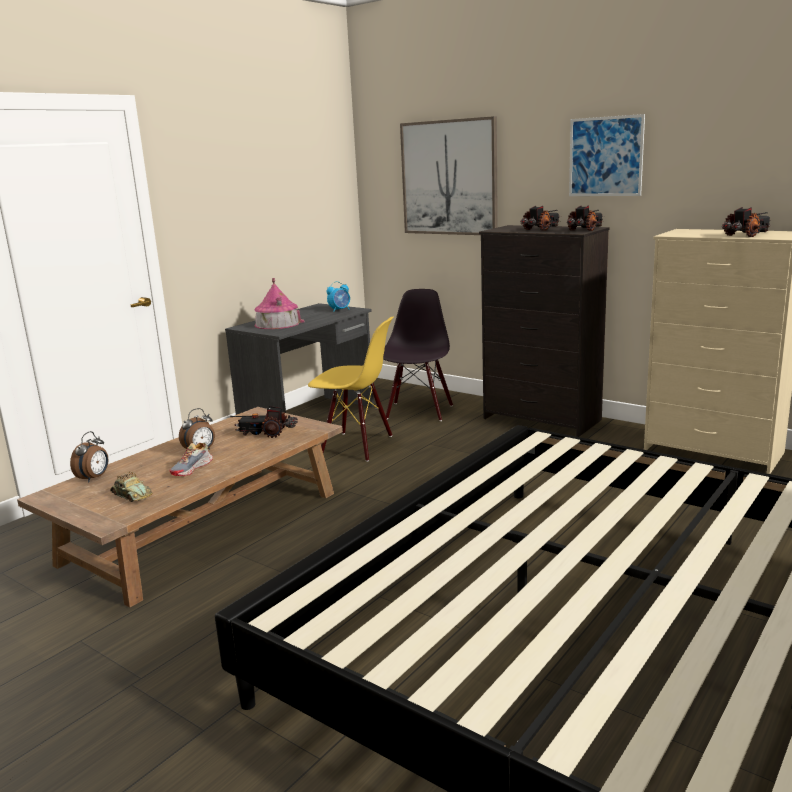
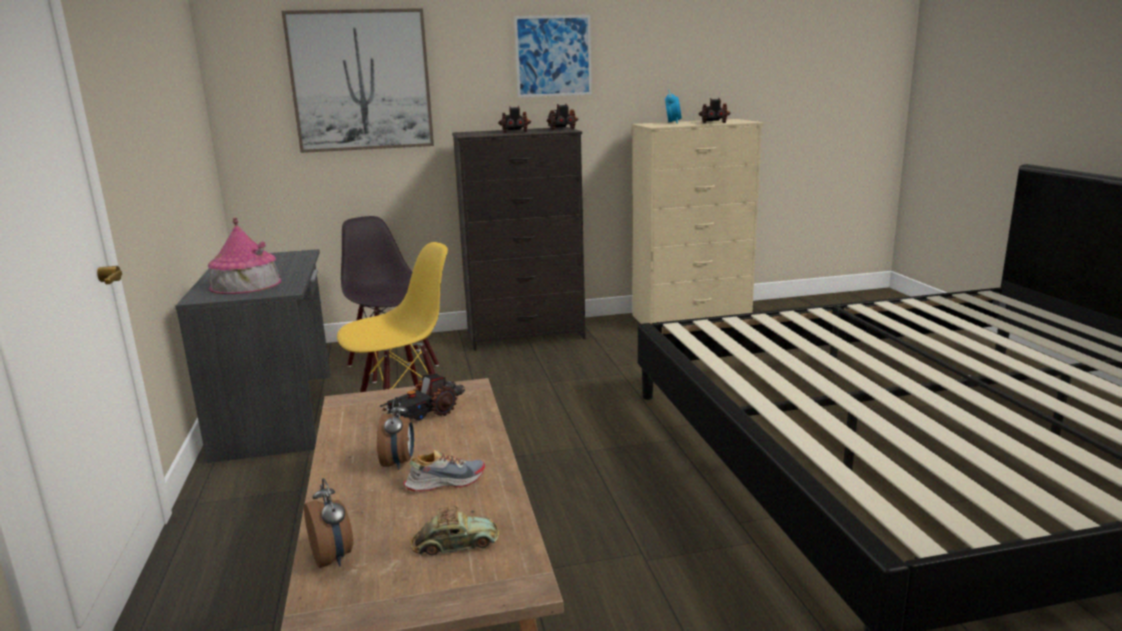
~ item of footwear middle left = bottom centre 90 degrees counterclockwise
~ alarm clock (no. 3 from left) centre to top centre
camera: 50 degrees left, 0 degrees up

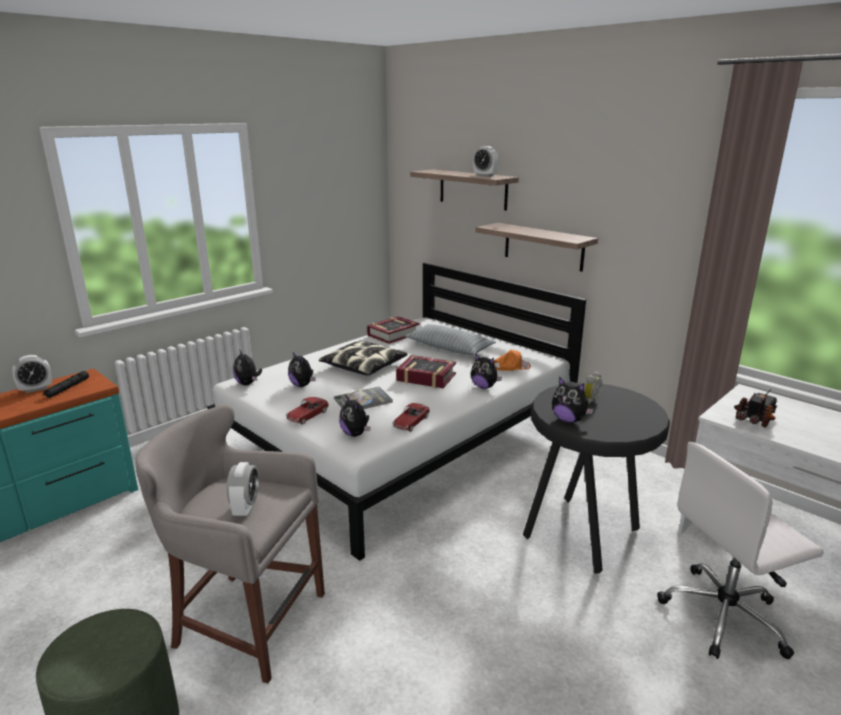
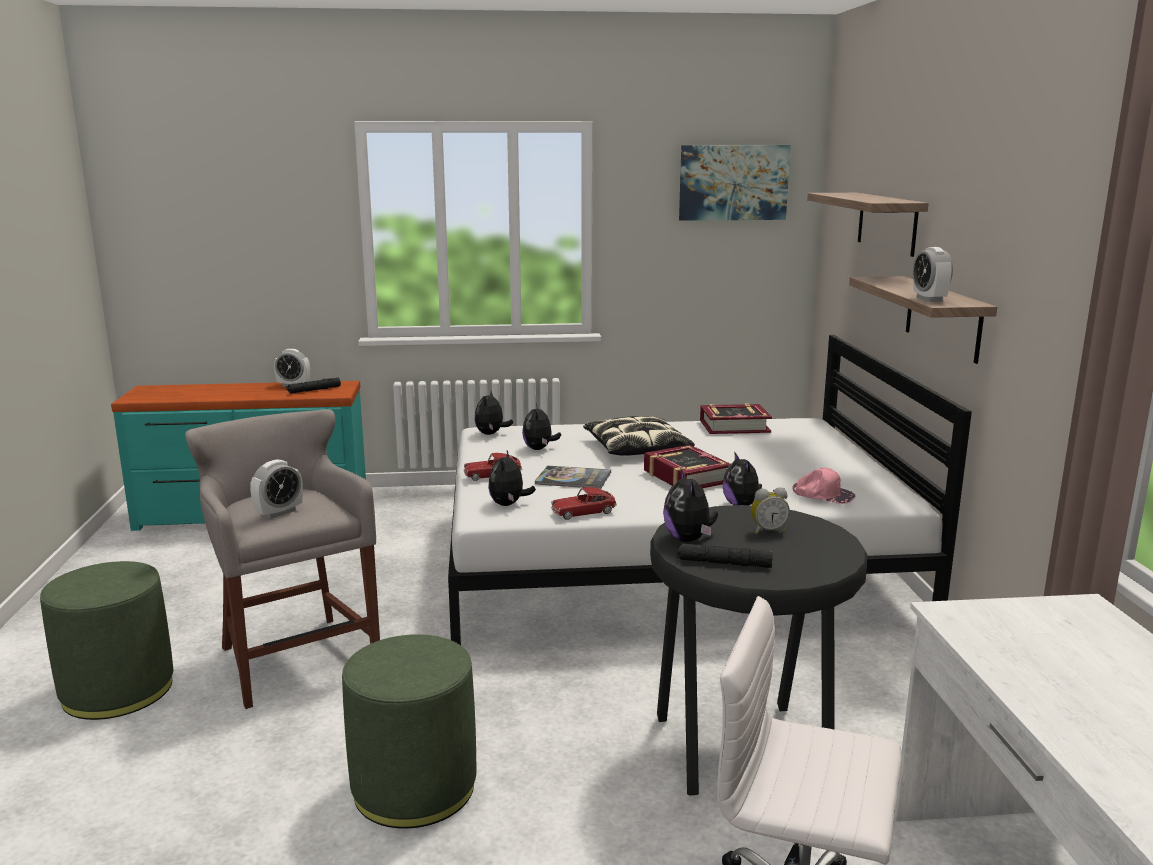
- pillow (no. 2 from left) centre
~ alarm clock (no. 3 from left in the first image) top centre to alarm clock (no. 4 from left) top right
~ orangey peaked cap centre to pinkish peaked cap middle right
- toy lorry middle right
+ green-coloured ottoman (no. 2 from left) bottom centre
+ blackish torch (no. 2 from left) centre
+ picture top centre
camera: 40 degrees right, 5 degrees down

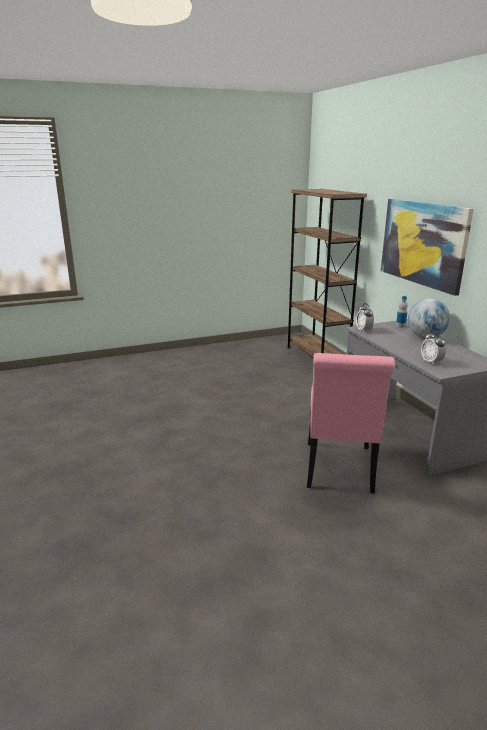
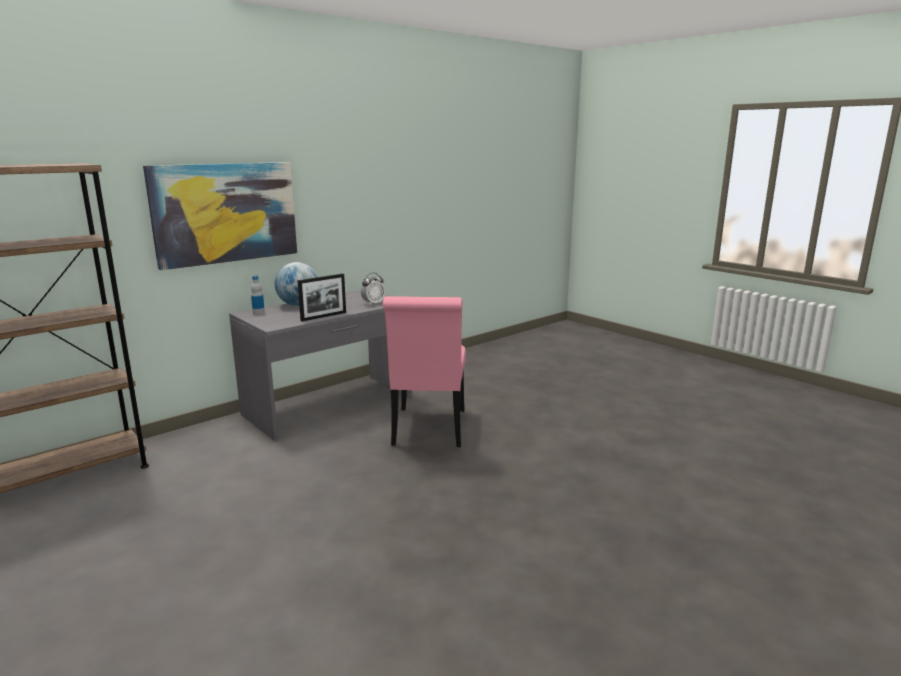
~ pinkish plain chair middle right = centre 105 degrees clockwise
- alarm clock (no. 1 from left) middle right
+ photo frame centre
camera: 110 degrees left, 5 degrees down

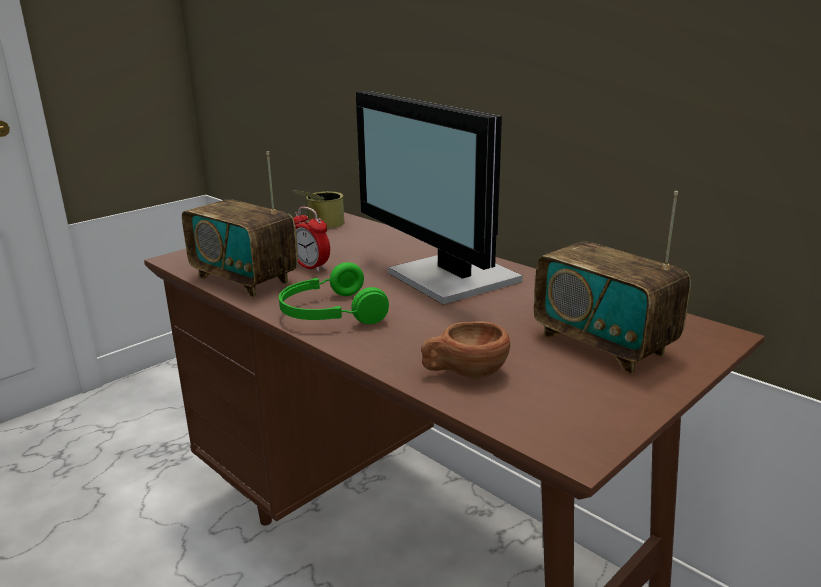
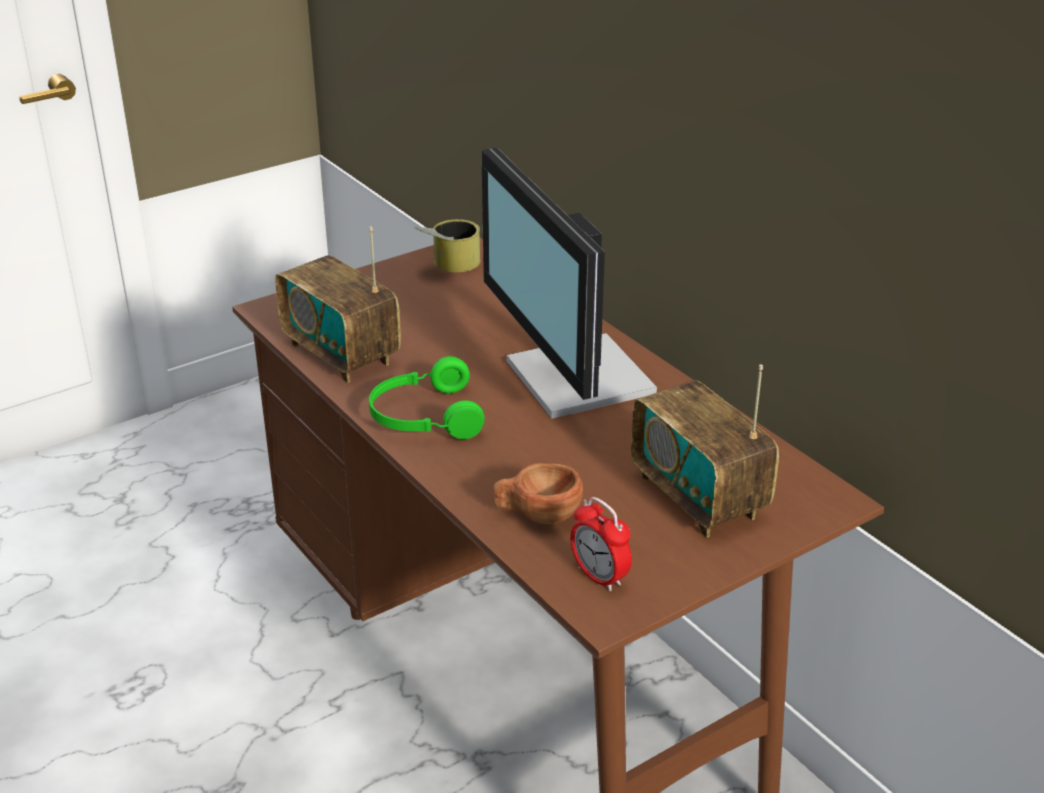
~ alarm clock centre to bottom centre
camera: 10 degrees right, 10 degrees up

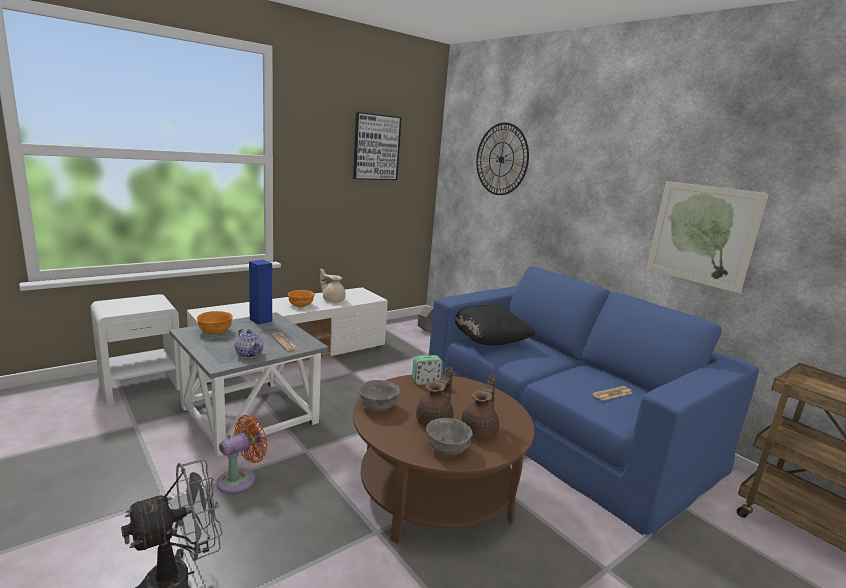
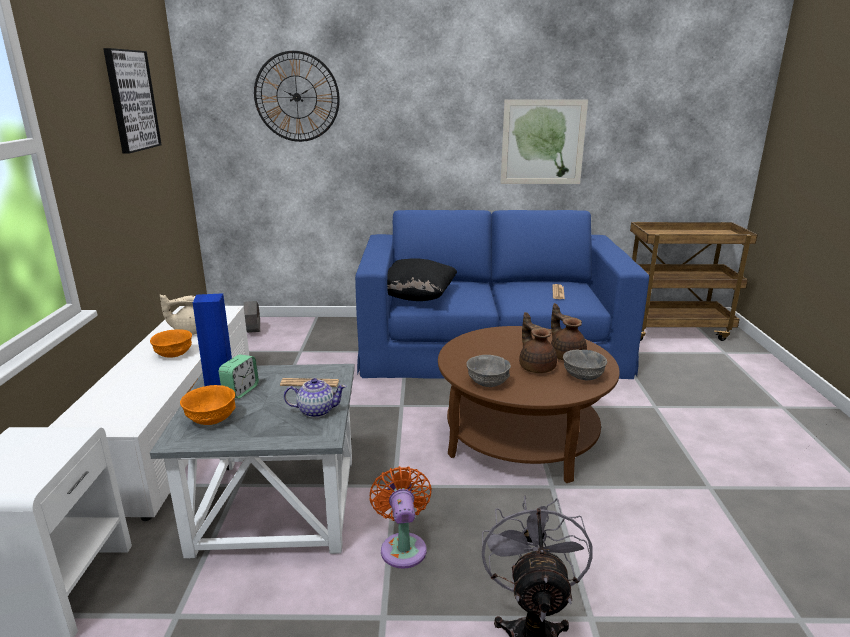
~ alarm clock centre to middle left
camera: 50 degrees left, 5 degrees up

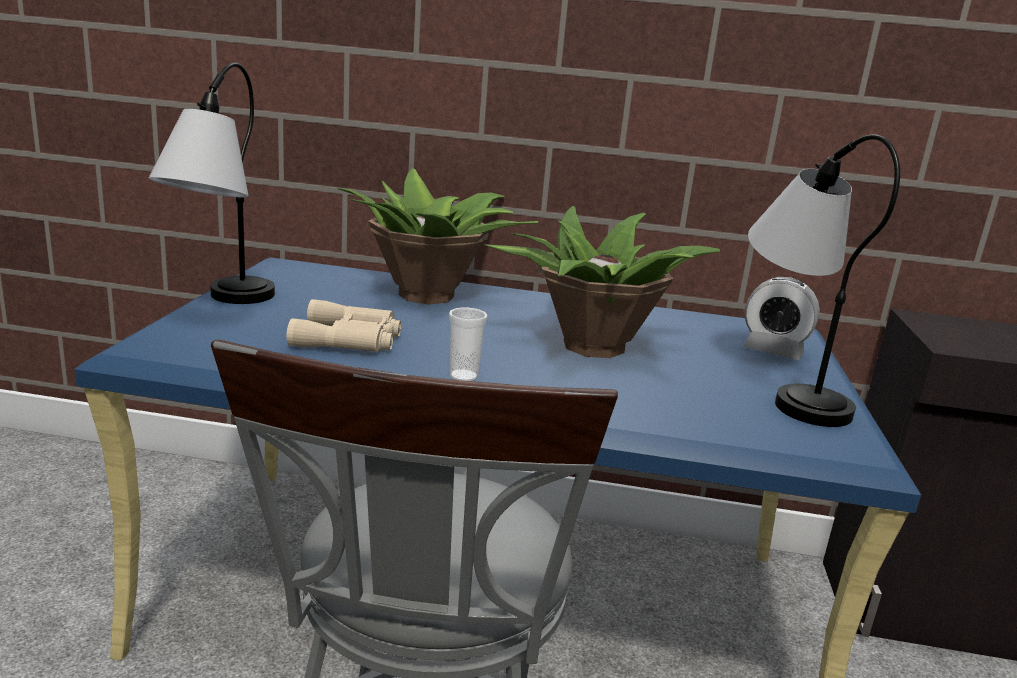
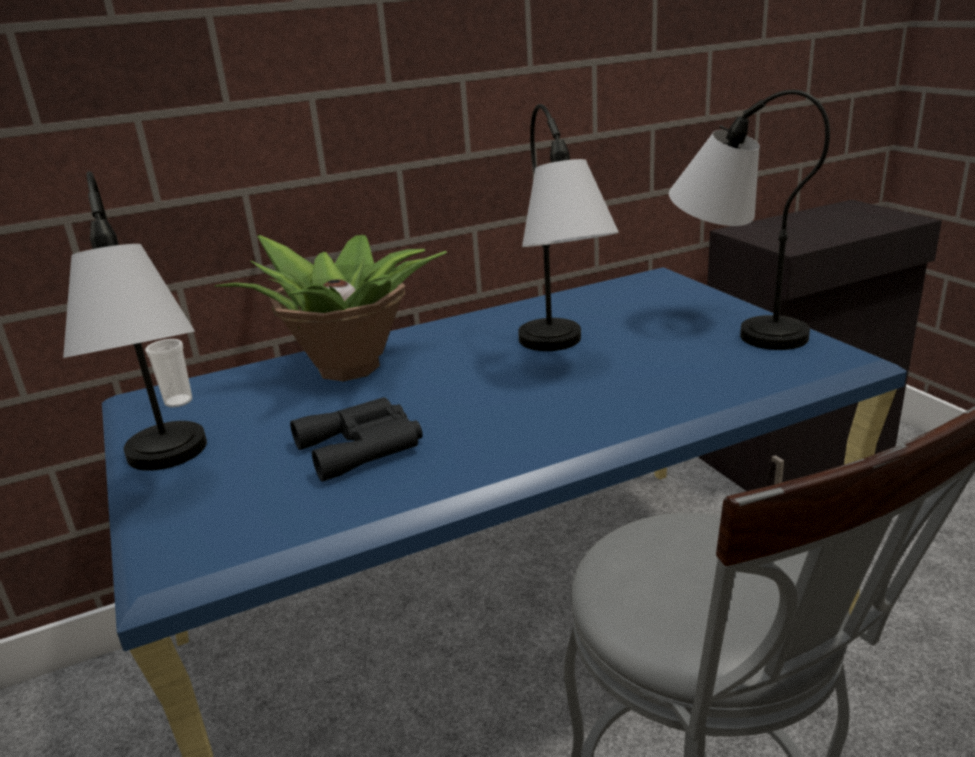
~ beige-coloured pair of binoculars centre to blackish pair of binoculars centre
~ small cup centre to middle left
~ plant in a pot (no. 2 from left) centre to tabletop lamp (no. 2 from left) top centre
- alarm clock middle right
camera: 30 degrees left, 5 degrees up

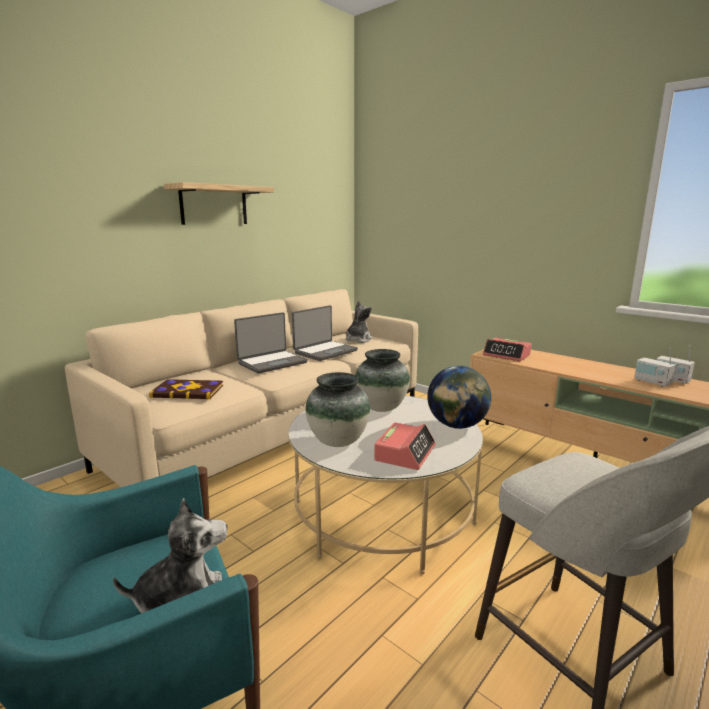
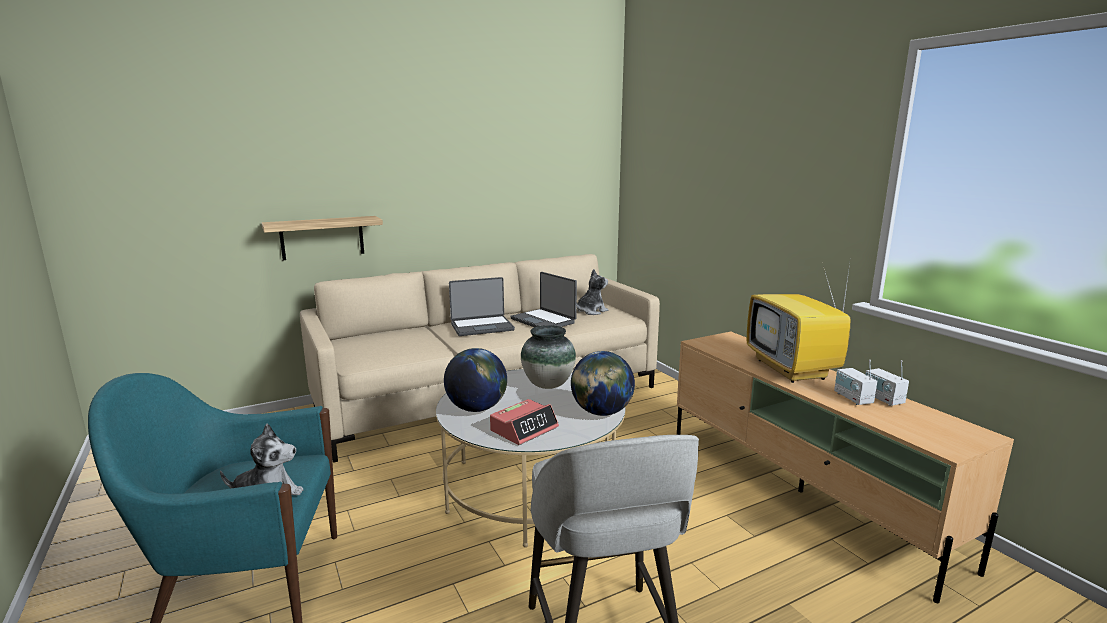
- volume middle left
~ bracket shelf top left to middle left
~ portable computer (no. 2 from left) centre = centre 75 degrees clockwise
~ decorative vase (no. 1 from left) centre to desk globe (no. 1 from left) centre
- alarm clock (no. 2 from left) middle right
+ TV set middle right
camera: 20 degrees right, 0 degrees up

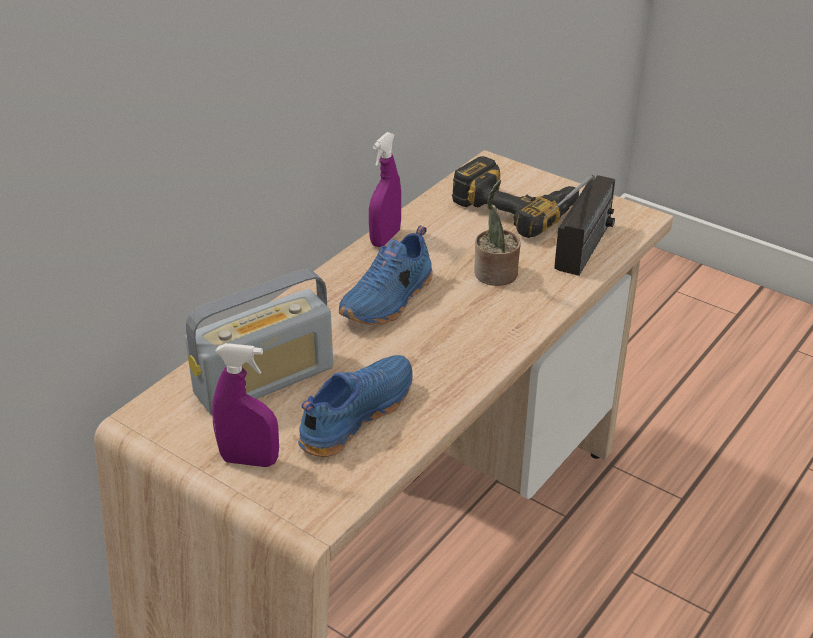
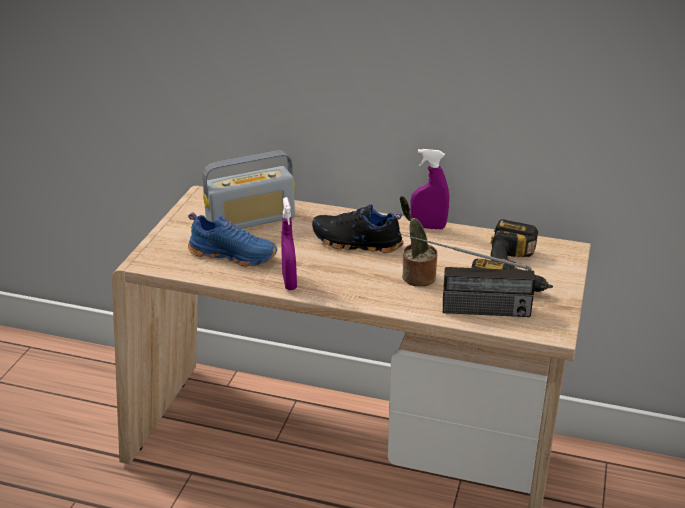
~ radio (no. 1 from left) middle left = centre 60 degrees counterclockwise
~ purple spray bottle (no. 1 from left) middle left to centre
~ blue-coloured item of footwear (no. 2 from left) centre to blackish item of footwear centre
camera: 70 degrees right, 5 degrees down

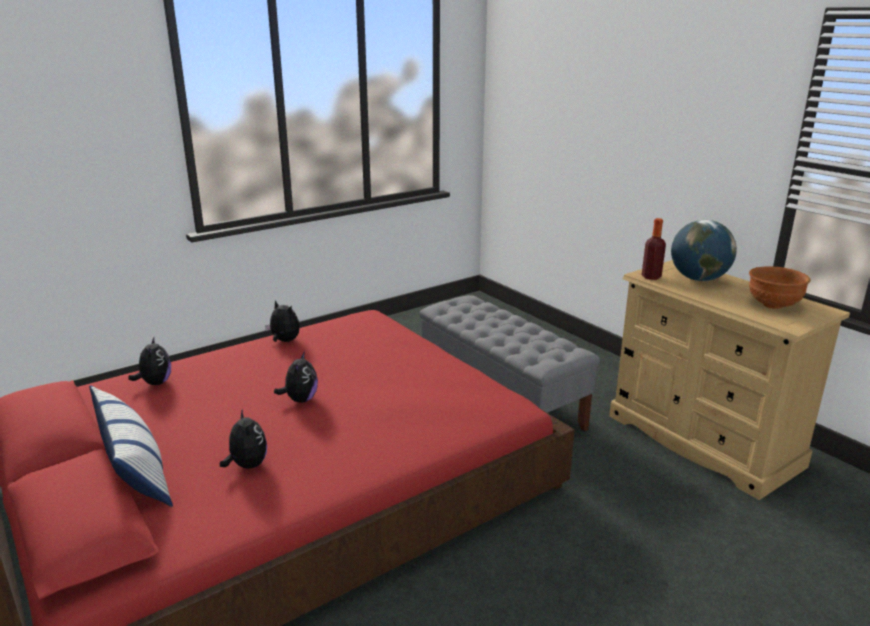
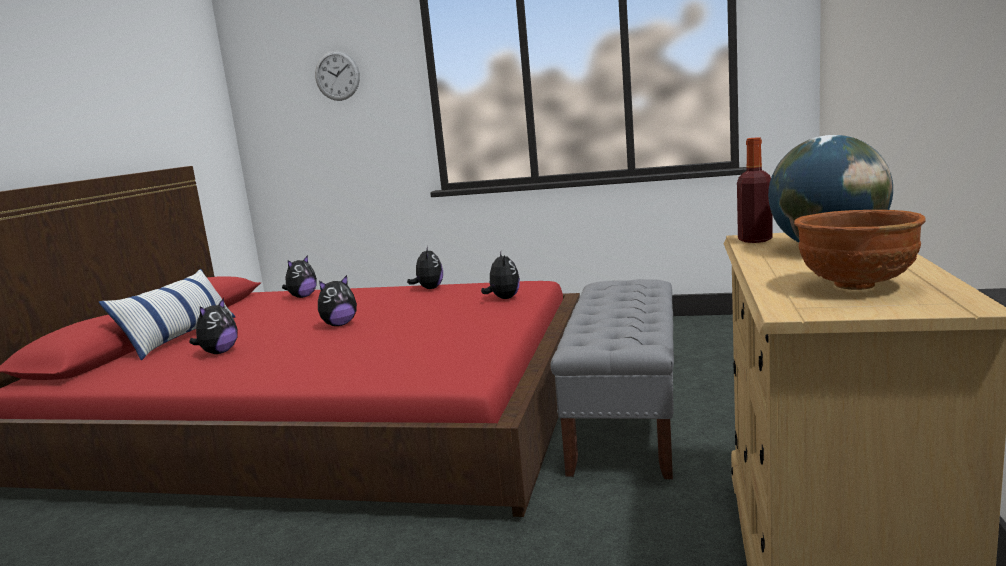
+ hanging clock top centre
+ cuddly toy (no. 5 from left) centre
camera: 50 degrees right, 10 degrees down

